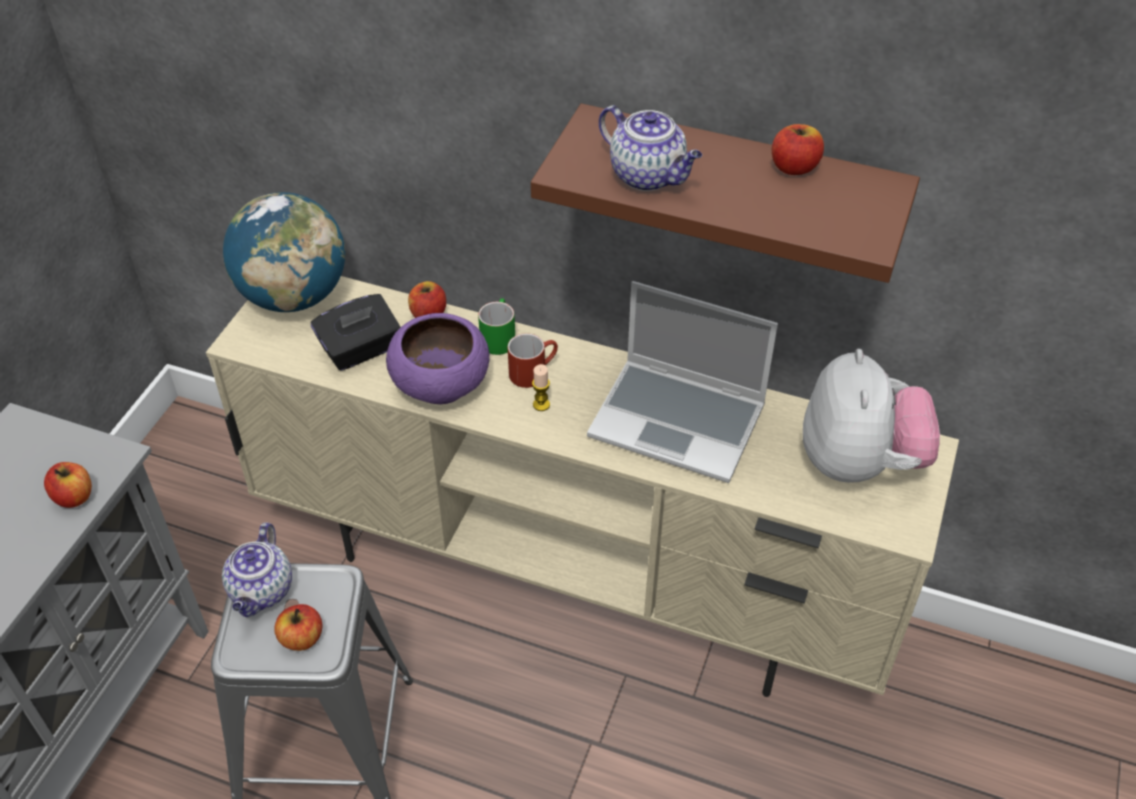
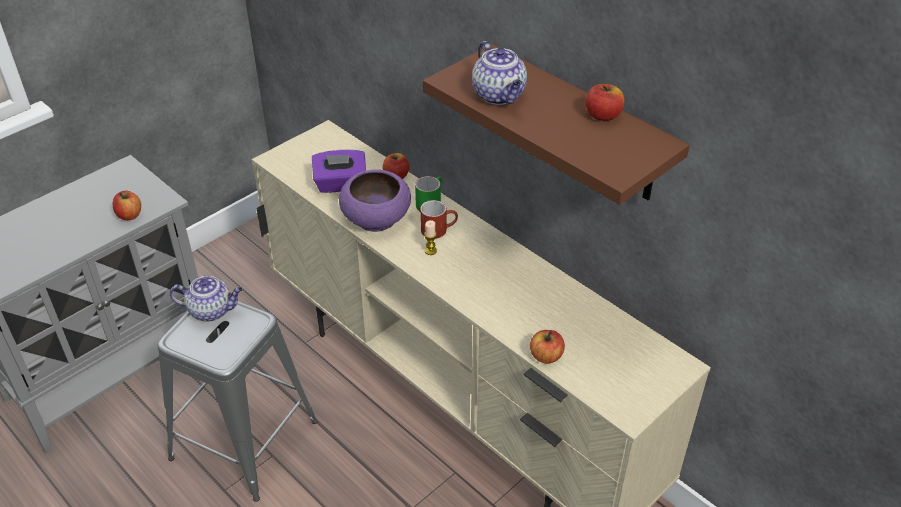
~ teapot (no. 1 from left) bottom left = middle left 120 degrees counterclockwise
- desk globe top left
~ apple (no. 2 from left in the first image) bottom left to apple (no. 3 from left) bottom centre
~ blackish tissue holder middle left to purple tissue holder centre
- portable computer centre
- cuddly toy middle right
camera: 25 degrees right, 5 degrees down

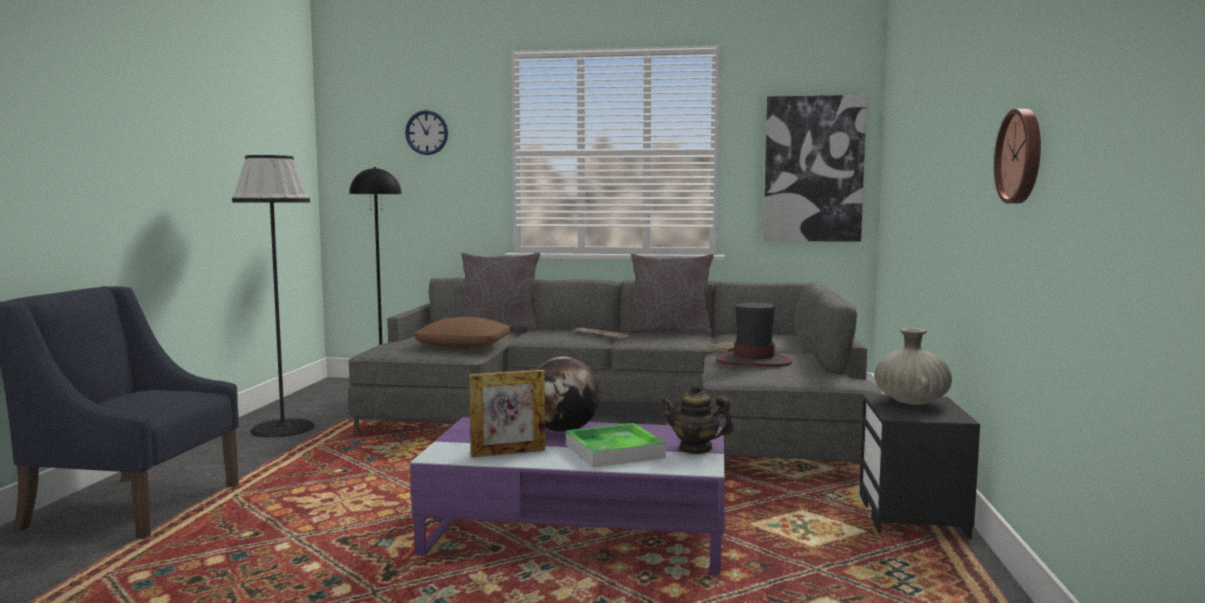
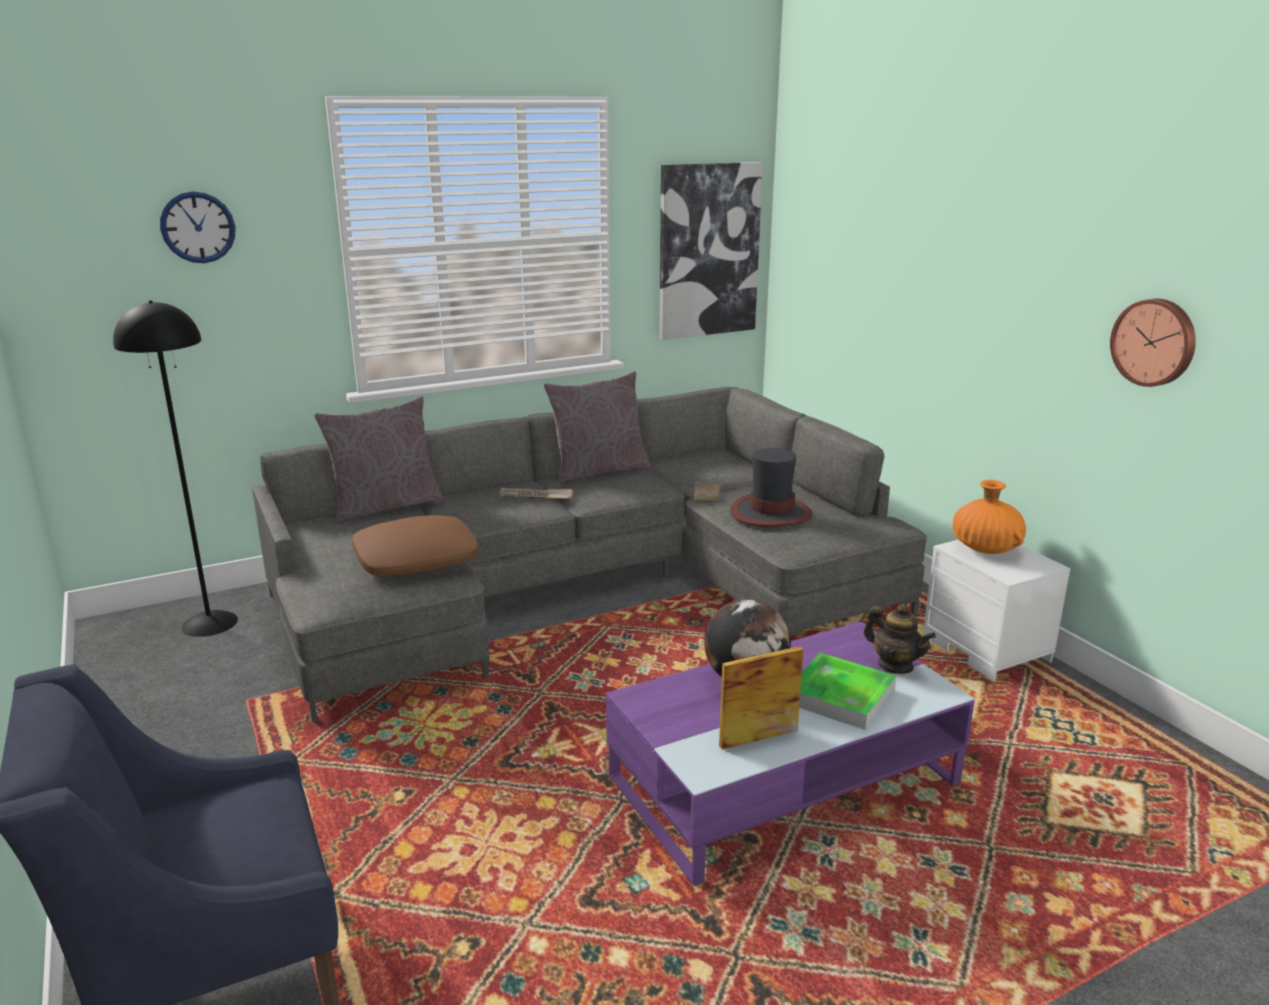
- blackish standing lamp (no. 1 from left) middle left
~ photo frame bottom centre = bottom centre 150 degrees counterclockwise
~ teapot bottom centre = middle right 120 degrees counterclockwise
~ blackish night table bottom right to white night table middle right
~ beige-coloured decorative vase middle right to orangey decorative vase middle right
camera: 35 degrees left, 15 degrees up

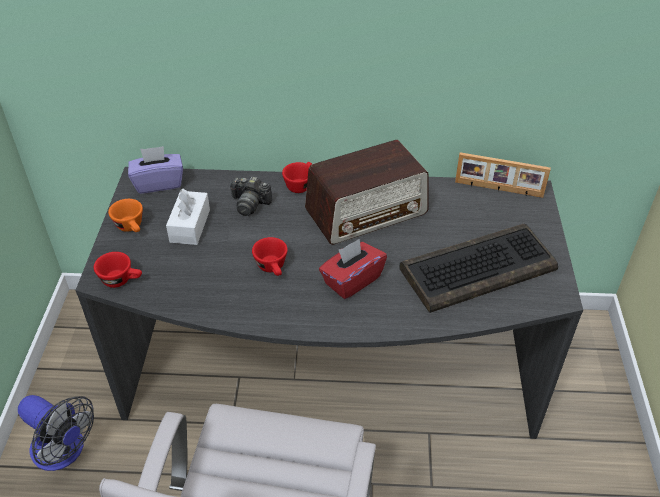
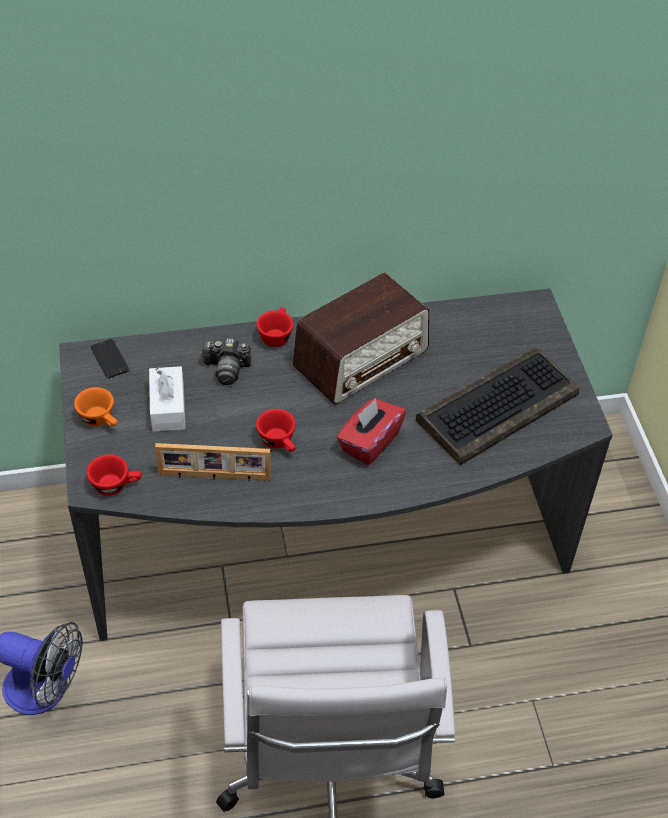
~ purple tissue holder middle left to handset middle left
~ photo frame middle right to middle left
camera: 15 degrees left, 5 degrees up

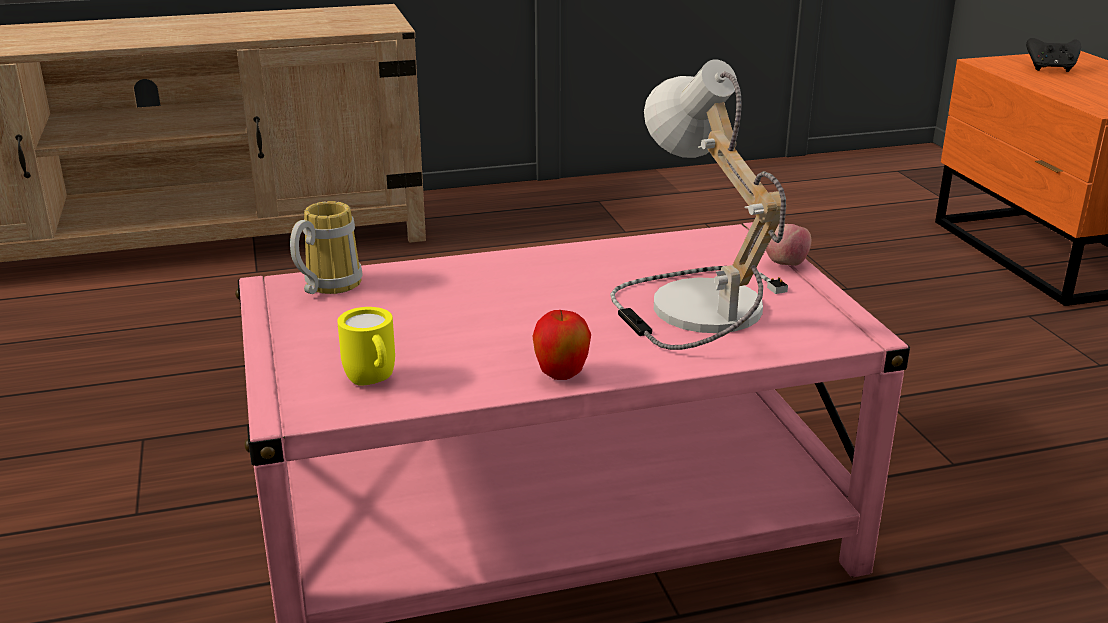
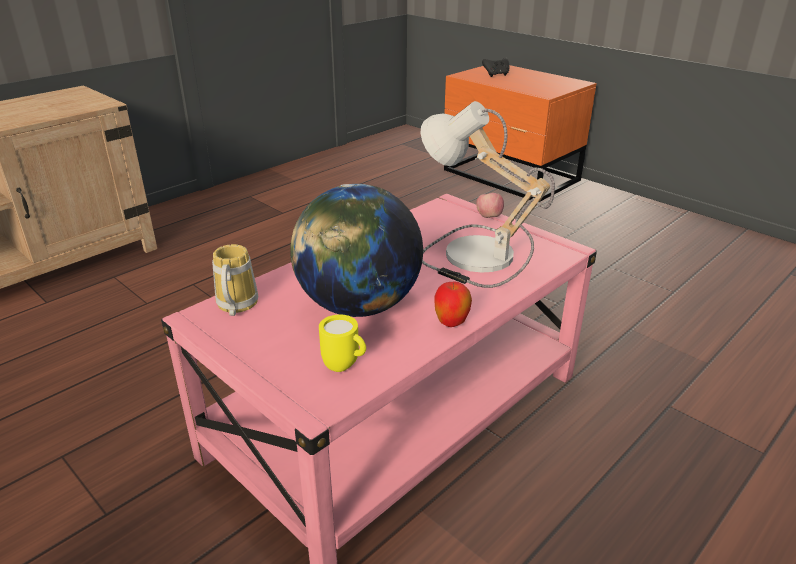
+ desk globe centre
camera: 30 degrees left, 5 degrees up

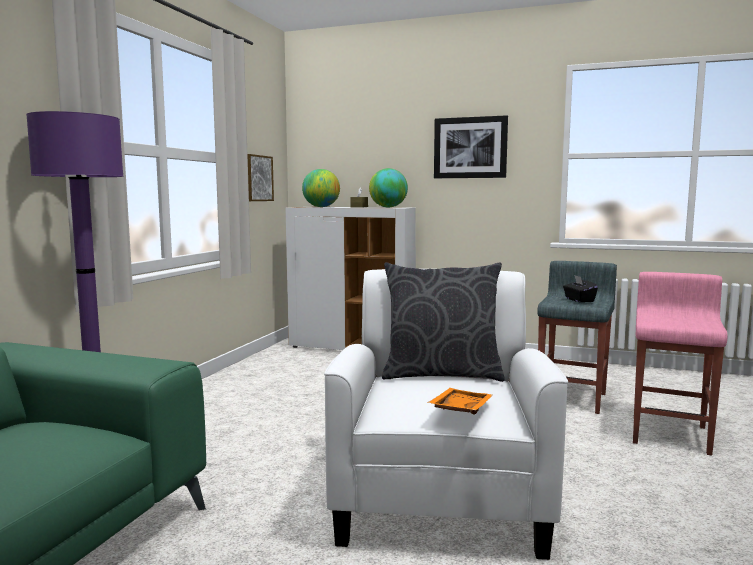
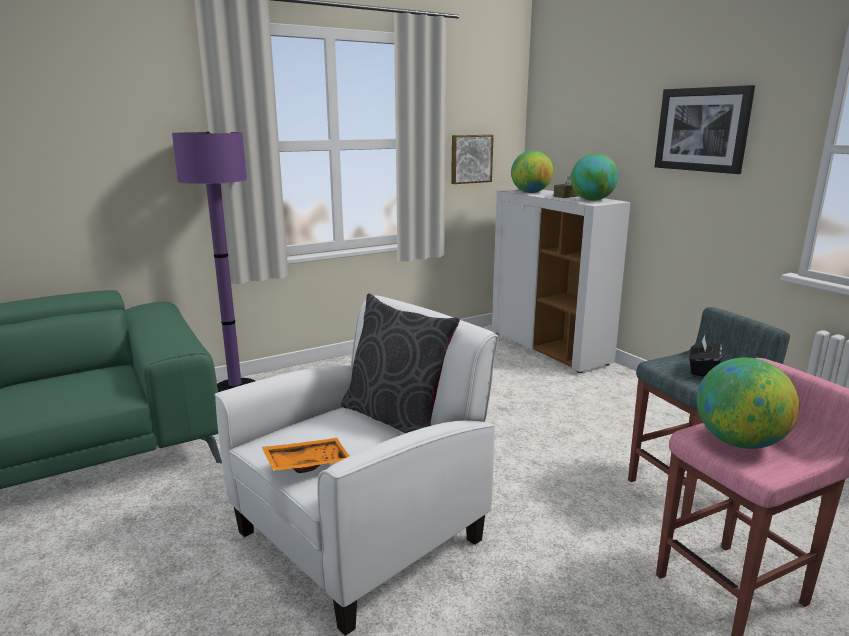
+ desk globe (no. 3 from left) middle right
camera: 40 degrees right, 10 degrees up

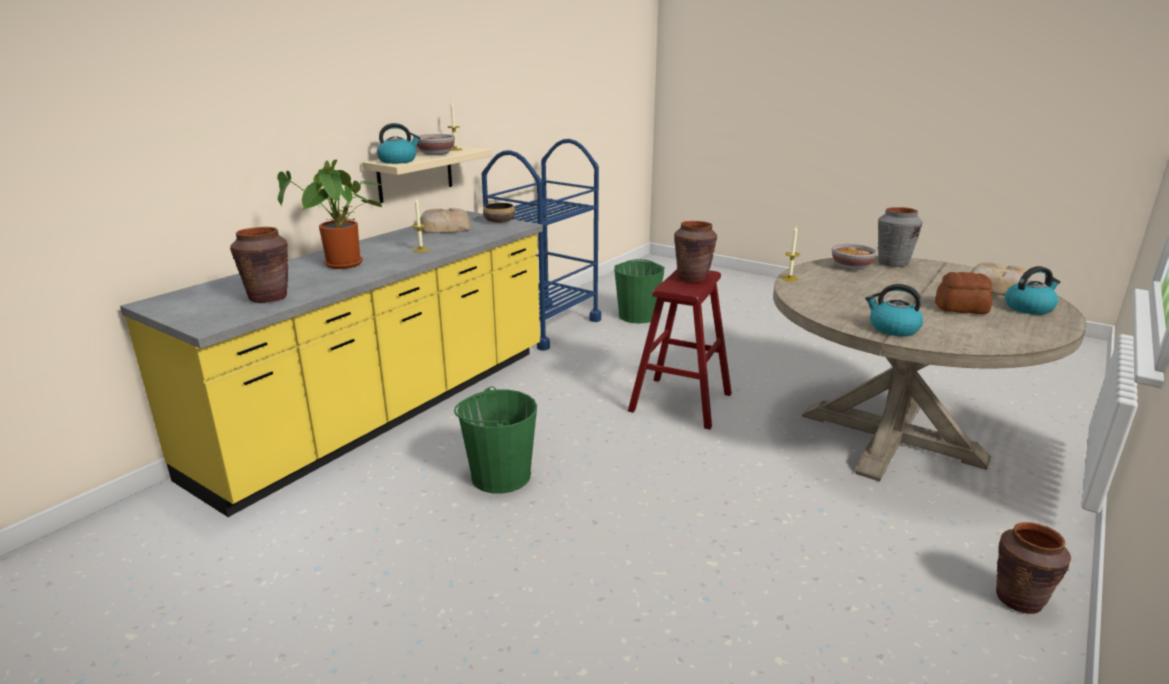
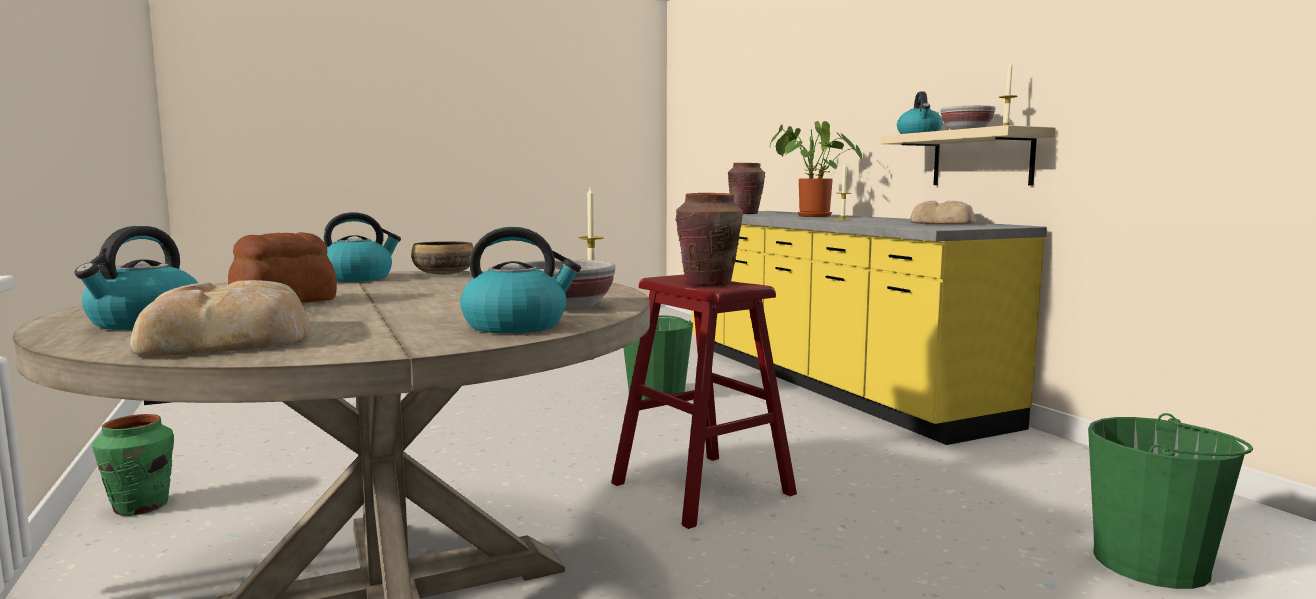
- blue-coloured cart centre
~ bowl (no. 2 from left in the first image) top centre to bowl (no. 1 from left) centre
~ gray decorative vase middle right to water kettle (no. 3 from left) centre
~ brown decorative vase (no. 3 from left) bottom right to green-coloured decorative vase bottom left
camera: 120 degrees right, 15 degrees down

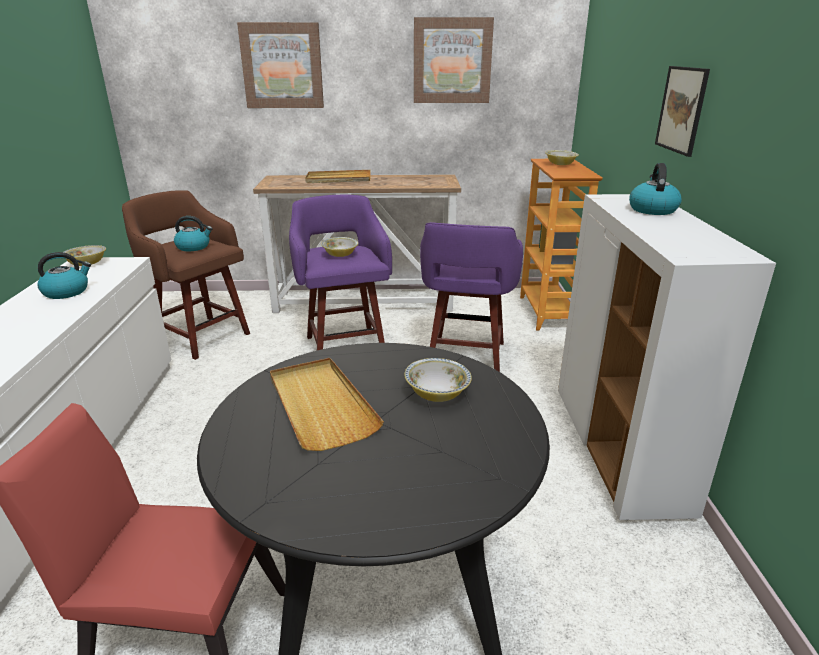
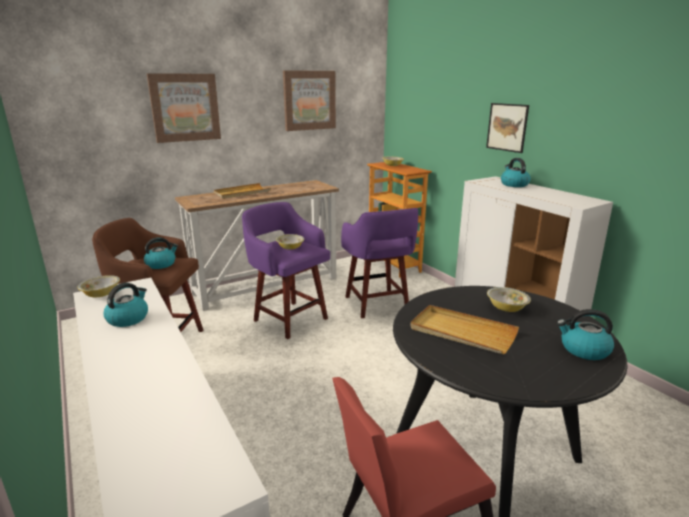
+ water kettle (no. 4 from left) middle right
camera: 30 degrees left, 5 degrees down

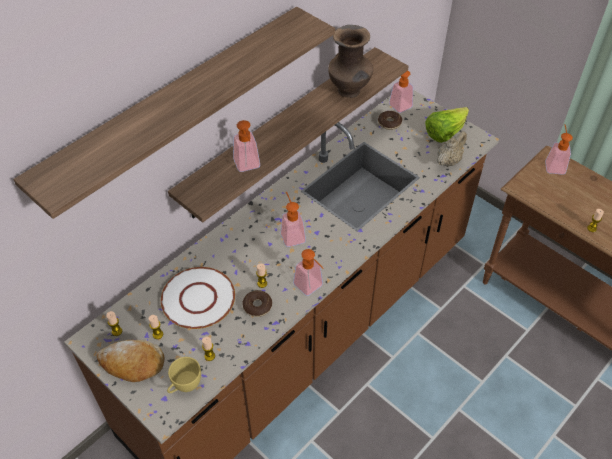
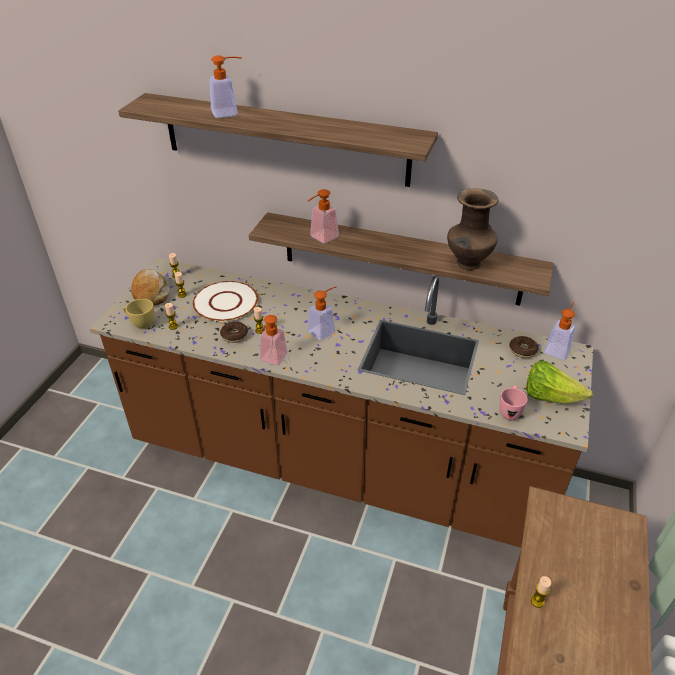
~ beige-coloured teapot top right to pinkish tea mug middle right
~ soap dispenser (no. 5 from left in the first image) top right to soap dispenser (no. 1 from left) top centre
camera: 65 degrees right, 10 degrees down

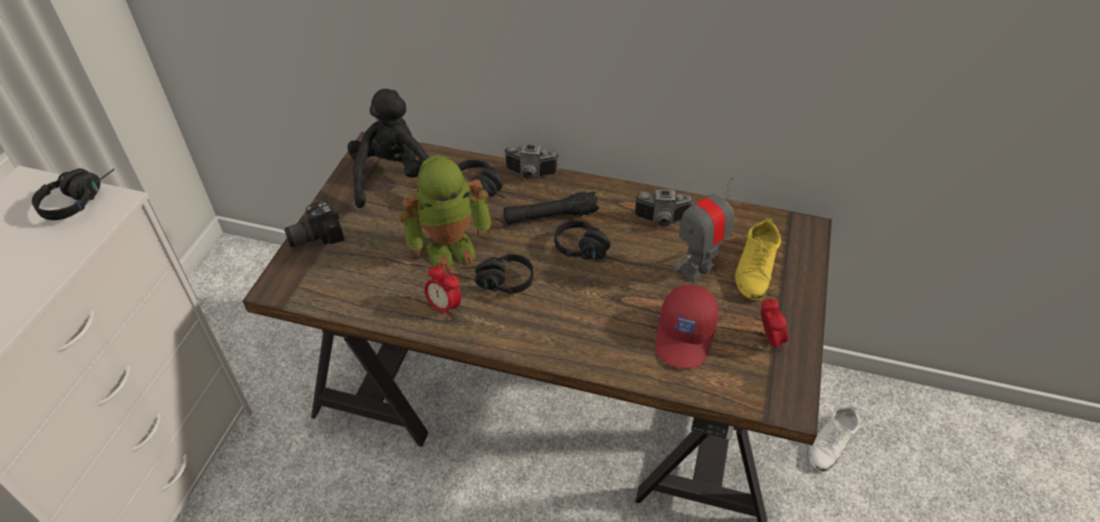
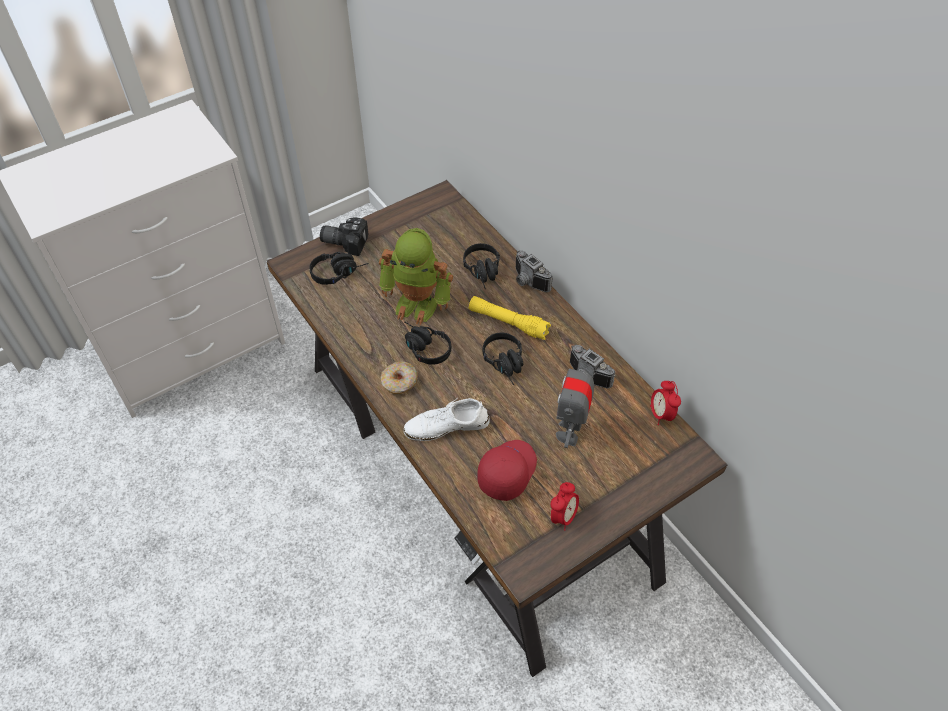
~ blackish headphones (no. 1 from left) middle left to centre
- blackish cuddly toy top centre
~ alarm clock (no. 1 from left in the first image) centre to alarm clock (no. 2 from left) middle right
~ blackish torch centre to yellow-coloured torch centre
~ red peaked cap centre = centre 150 degrees clockwise
~ model robot (no. 2 from left) centre = centre 75 degrees counterclockwise
- yellow-coloured item of footwear middle right
~ white item of footwear bottom right to centre
+ ring doughnut centre
camera: 40 degrees right, 5 degrees up

